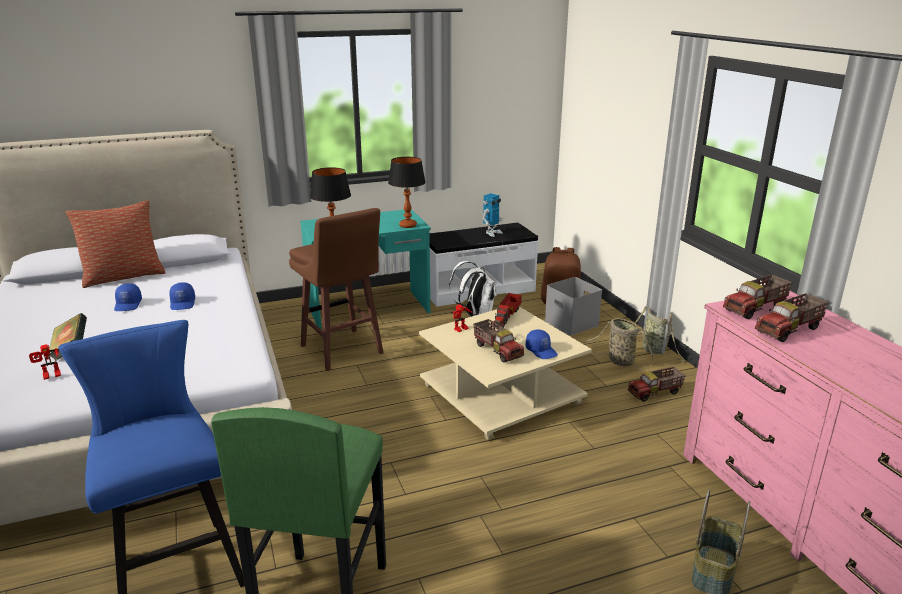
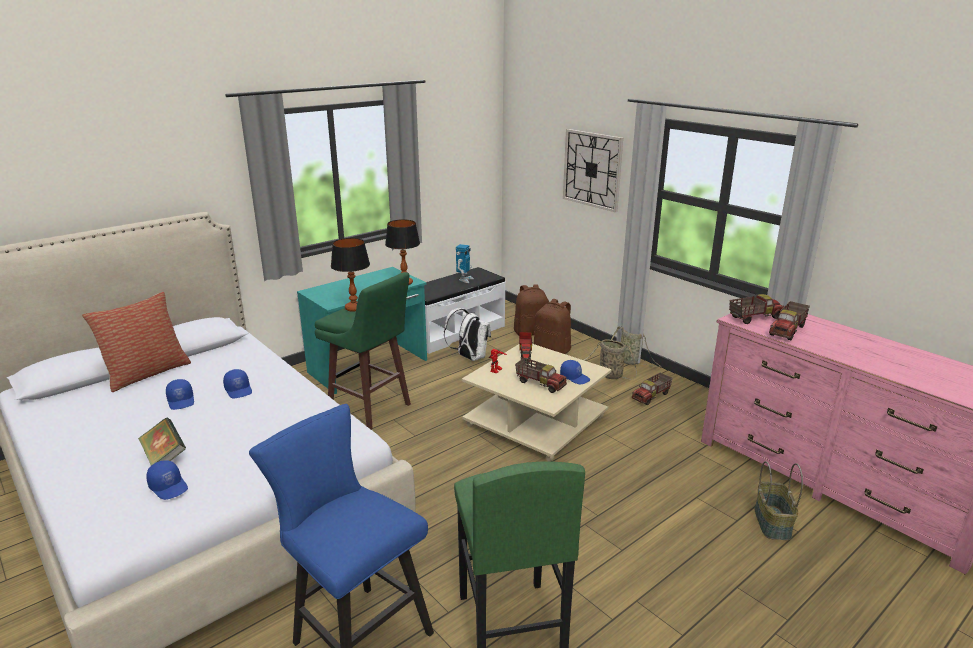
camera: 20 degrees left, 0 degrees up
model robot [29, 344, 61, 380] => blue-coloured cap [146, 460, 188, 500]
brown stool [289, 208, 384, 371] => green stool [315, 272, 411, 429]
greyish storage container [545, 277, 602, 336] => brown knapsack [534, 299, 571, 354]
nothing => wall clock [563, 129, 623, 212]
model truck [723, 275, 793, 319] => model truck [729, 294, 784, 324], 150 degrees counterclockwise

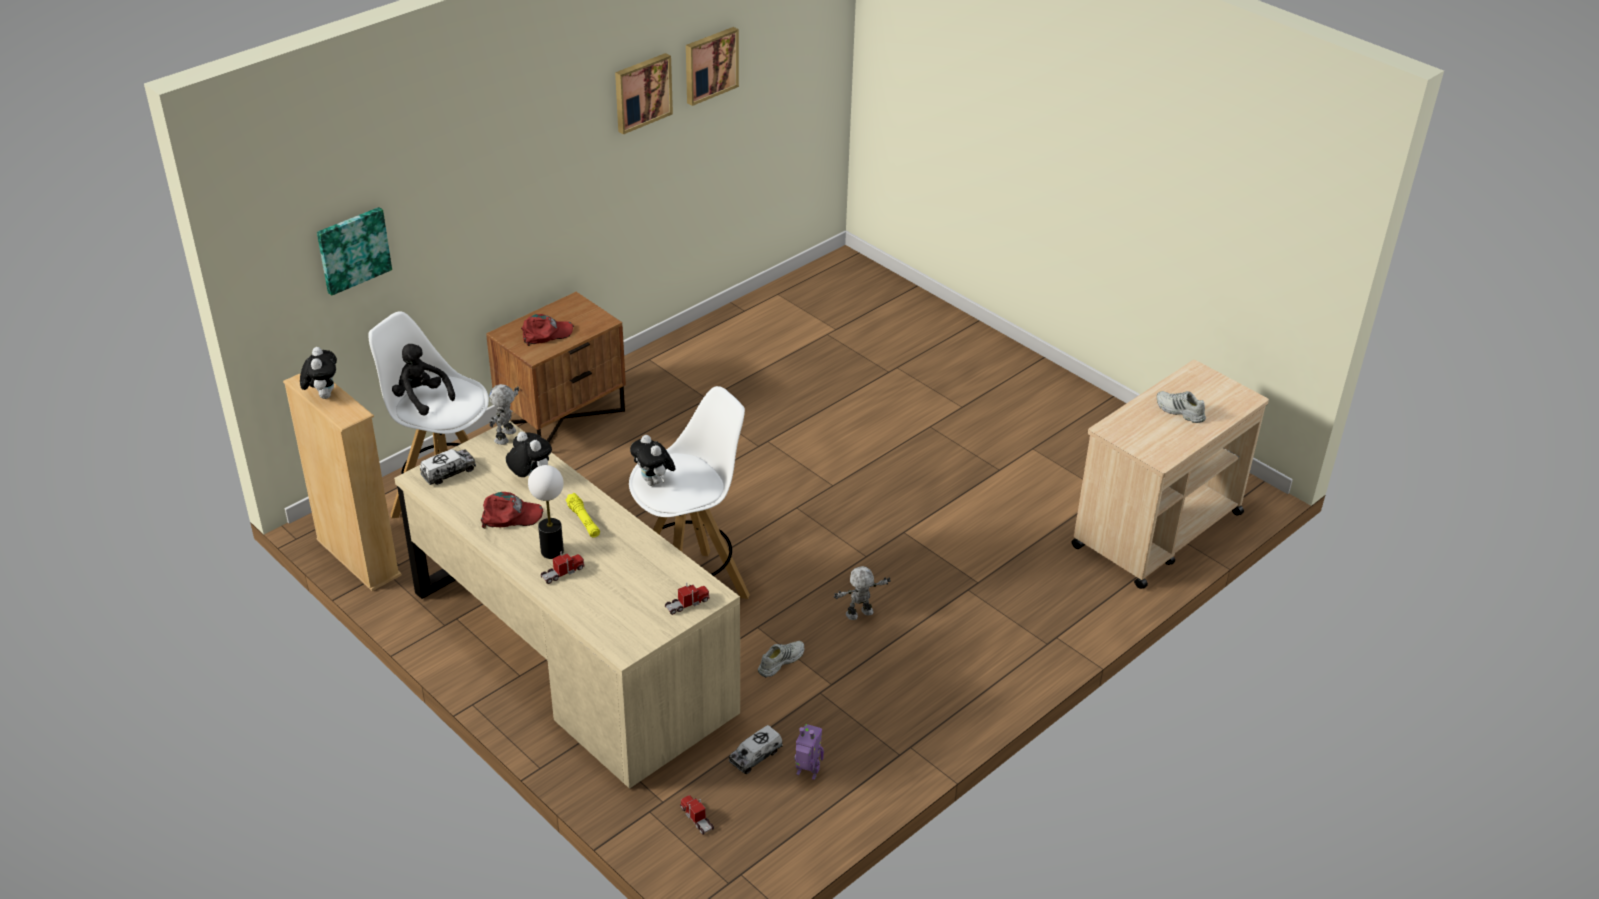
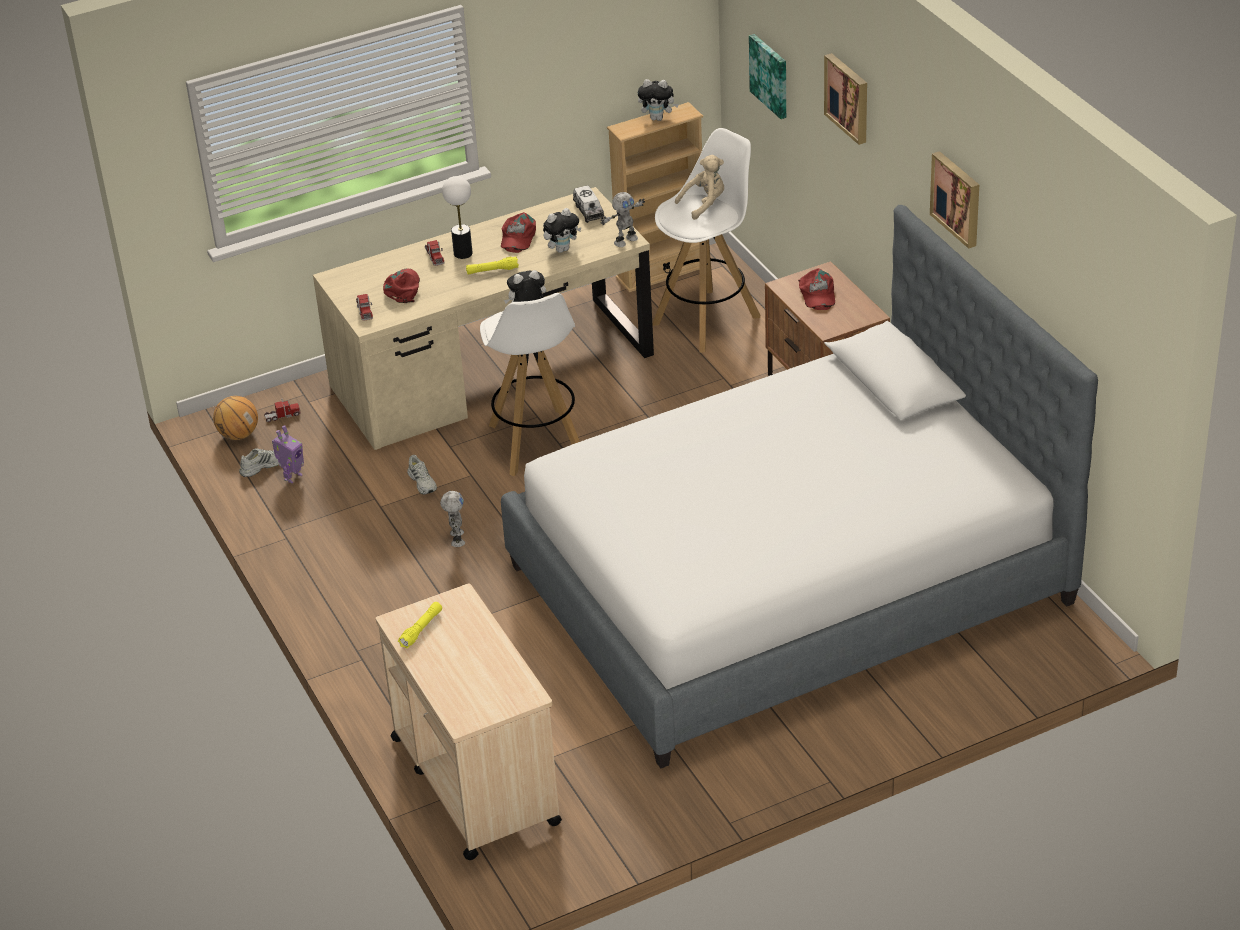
camera: 110 degrees right, 0 degrees up
nothing => basketball [213, 396, 258, 440]
white-coloured low shoe [1157, 391, 1206, 423] => white-coloured low shoe [239, 448, 279, 477], relocated
nothing => reddish cap [383, 269, 420, 303]
nothing => yellow flashlight [398, 602, 442, 649]
nothing => sleeping bed [501, 205, 1098, 768]
model robot [489, 384, 519, 445] => model robot [601, 192, 645, 247], 105 degrees clockwise
blackish soft toy [392, 344, 455, 416] => sand-coloured soft toy [675, 155, 724, 220]
picture [686, 27, 739, 106] => picture [824, 53, 867, 145], relocated
model truck [729, 725, 783, 774] => nothing

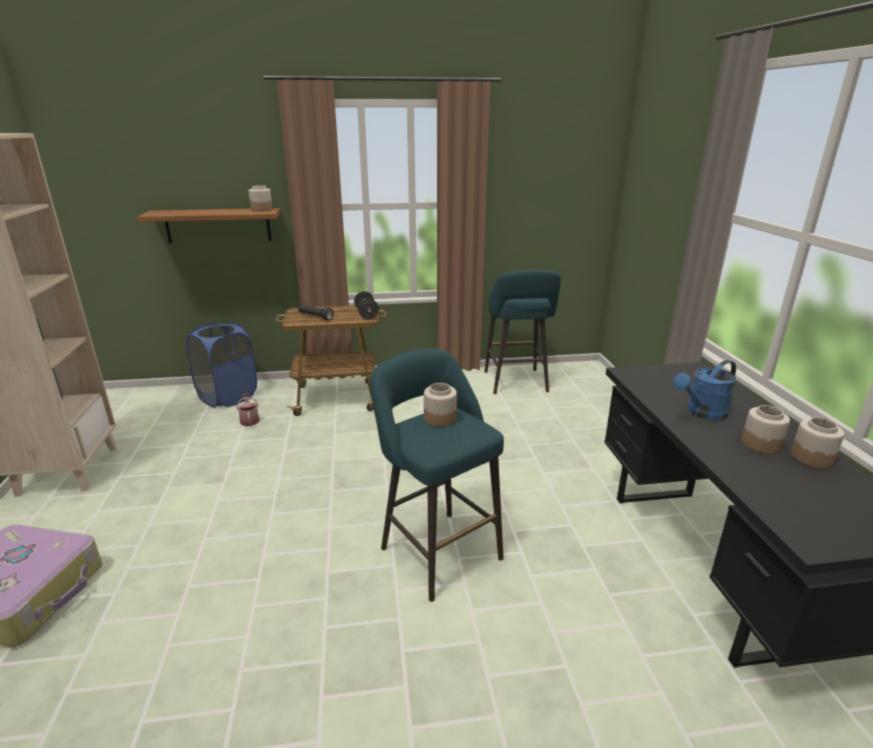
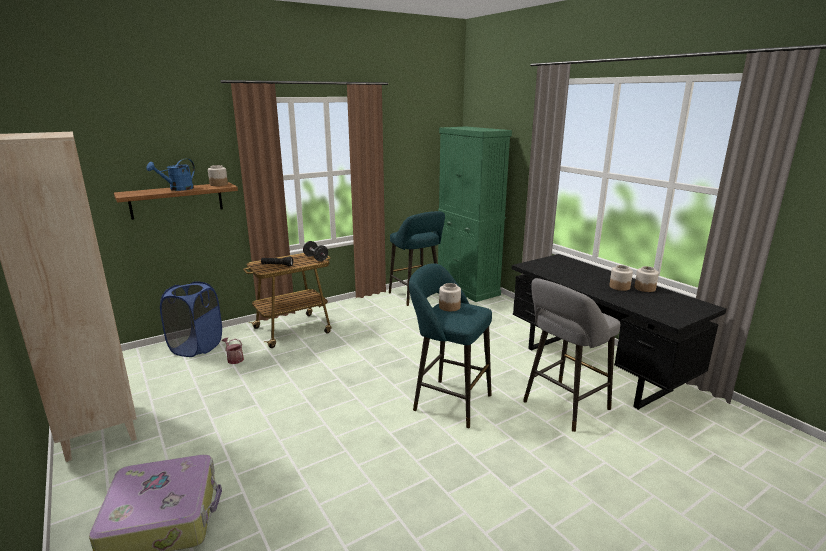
camera: 25 degrees left, 5 degrees down
blue-coloured watering pot [673, 360, 736, 421] => blue-coloured watering pot [146, 158, 195, 191], relocated
nothing => green storage cabinet [438, 126, 512, 302]
nothing => greyish stool [523, 278, 620, 432]

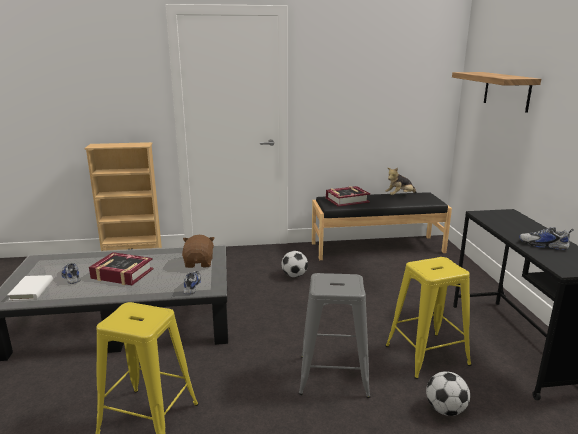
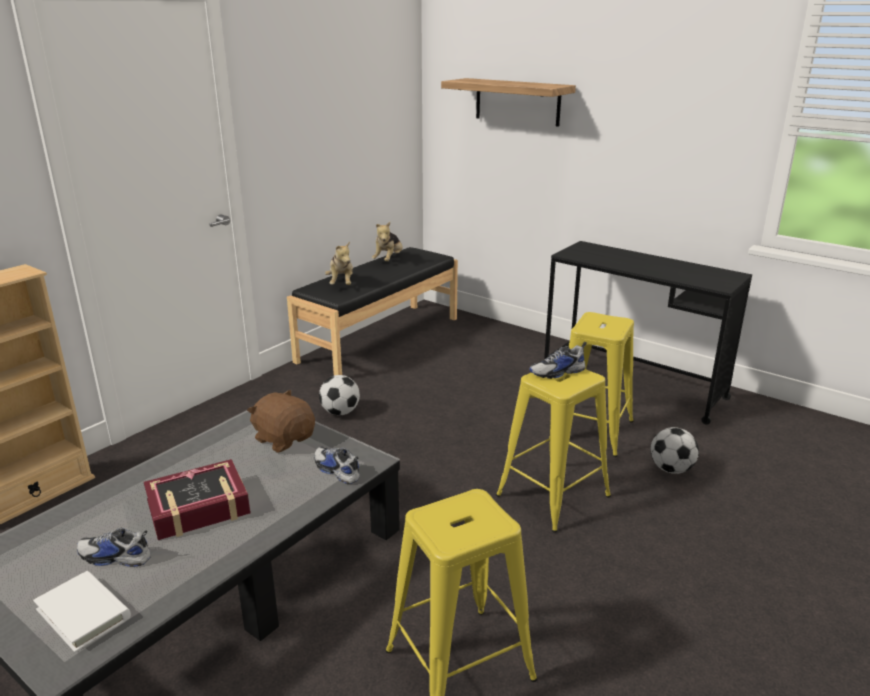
camera: 45 degrees left, 5 degrees up
volume [326, 186, 370, 207] => soft toy [325, 241, 353, 285]
greyish stool [299, 273, 370, 398] => yellow stool [496, 369, 611, 532]
low shoe [519, 227, 574, 250] => low shoe [529, 342, 587, 379], relocated

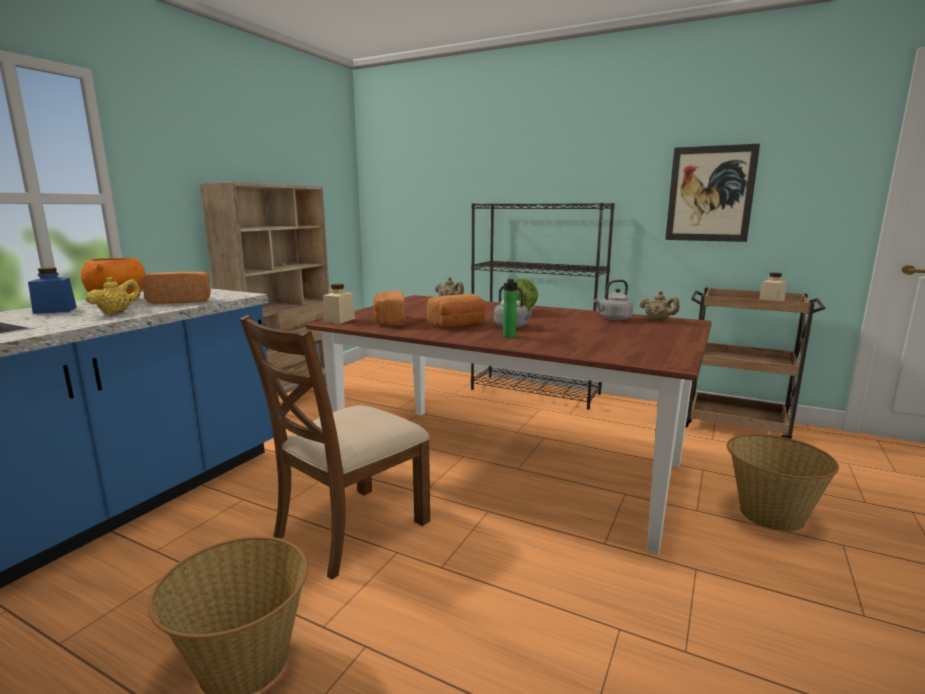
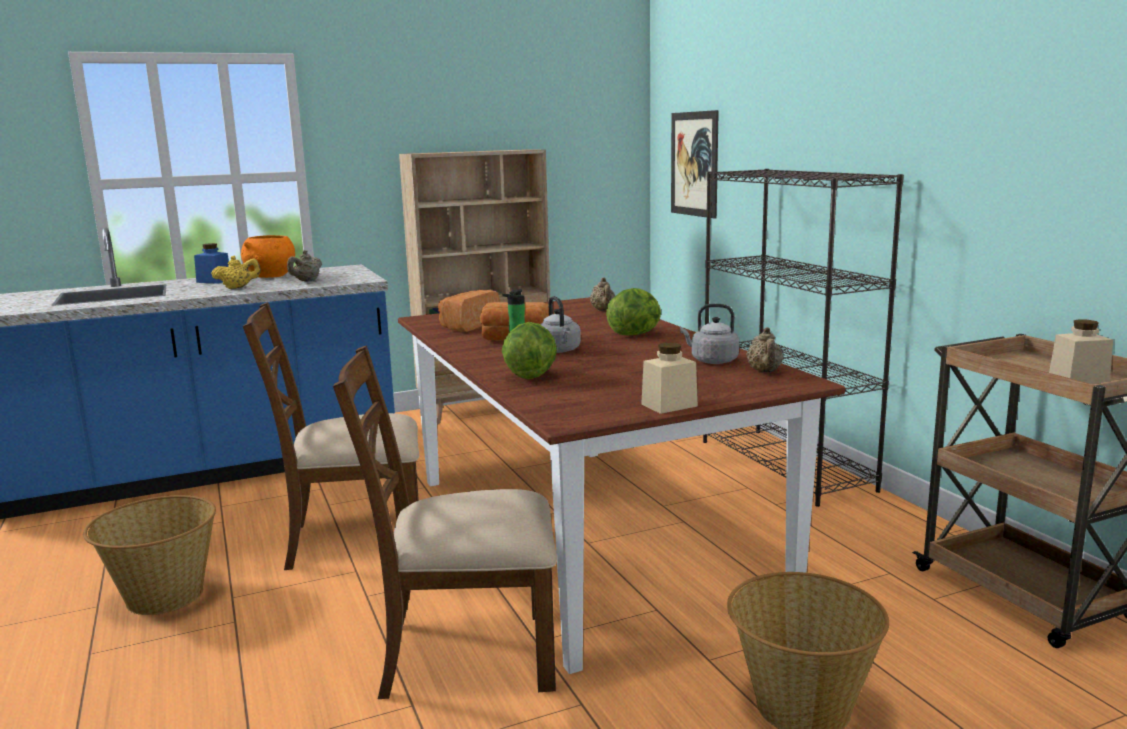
camera: 40 degrees right, 0 degrees up
baked bread [142, 271, 211, 304] => sand-coloured teapot [287, 250, 322, 282]
nothing => brown upright chair [333, 345, 557, 699]
nothing => lettuce [502, 322, 557, 379]
sand-coloured preserve jar [323, 284, 355, 324] => sand-coloured preserve jar [641, 343, 698, 414], relocated
picture [665, 144, 760, 242] => picture [671, 110, 719, 219], relocated

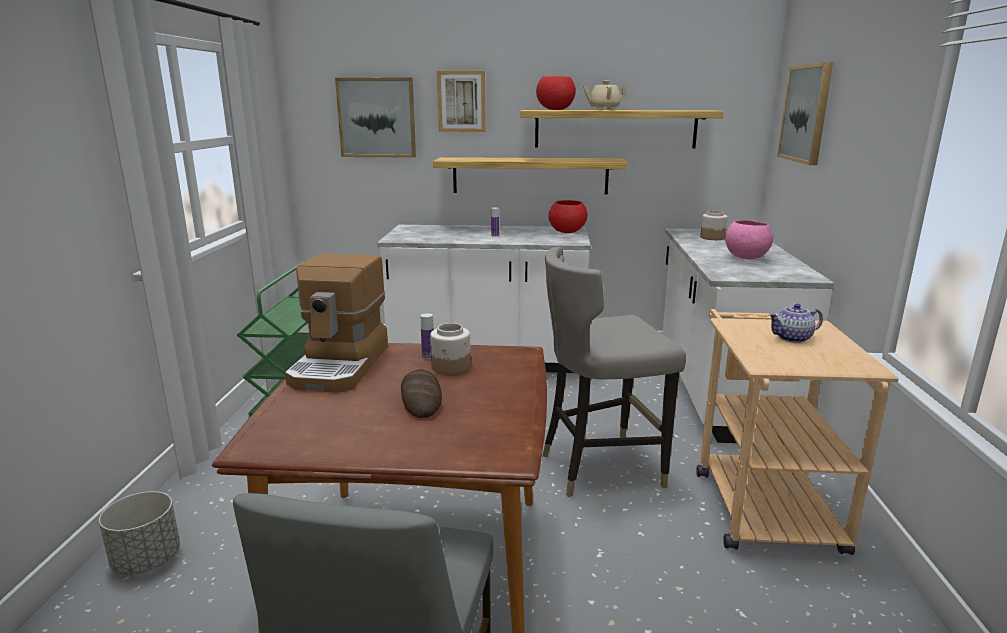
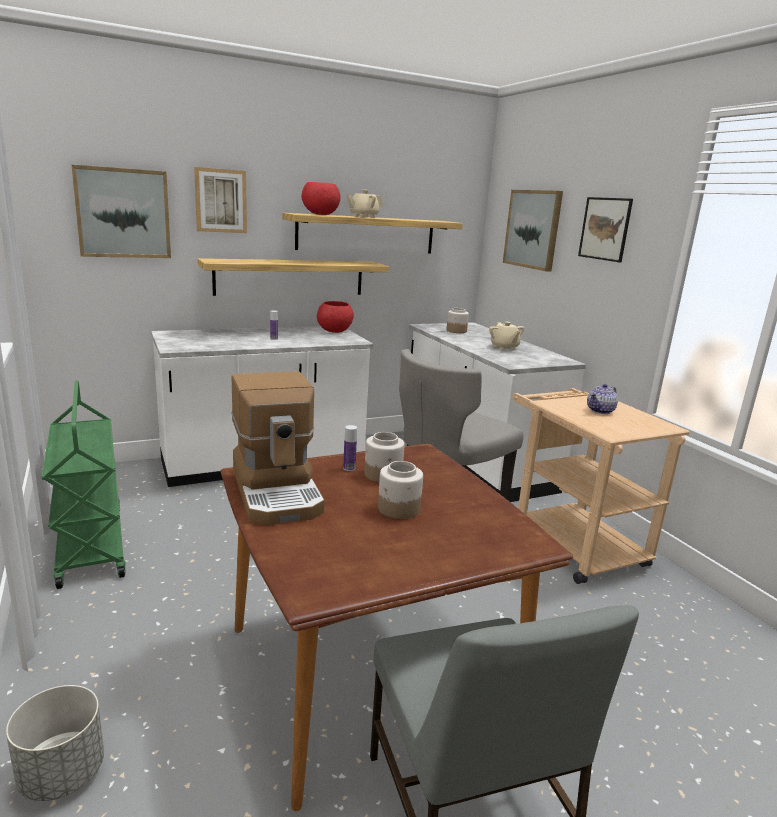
camera: 30 degrees left, 0 degrees up
baked bread [401, 369, 442, 418] => preserve jar [378, 461, 423, 519]
pink-coloured deep dish [725, 220, 773, 259] => sand-coloured teapot [489, 322, 524, 350]
nothing => picture [578, 197, 633, 262]

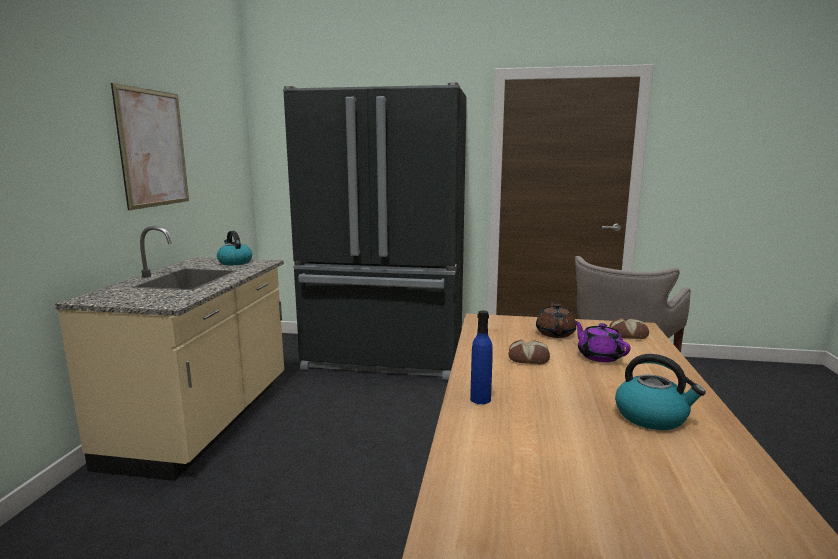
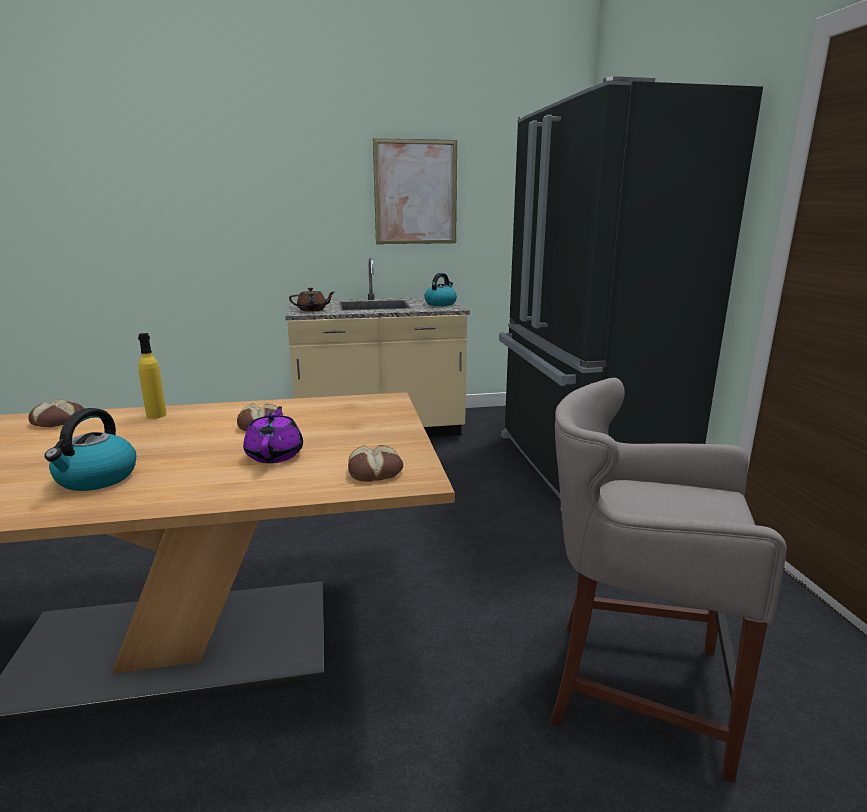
camera: 70 degrees right, 5 degrees up
nothing => baked bread [28, 399, 84, 427]
blue-coloured beverage bottle [470, 311, 493, 404] => yellow beverage bottle [138, 333, 167, 419]
purple teapot [574, 321, 631, 362] => purple teapot [243, 406, 303, 463], 45 degrees counterclockwise
brown teapot [536, 301, 576, 338] => brown teapot [289, 288, 334, 311], relocated

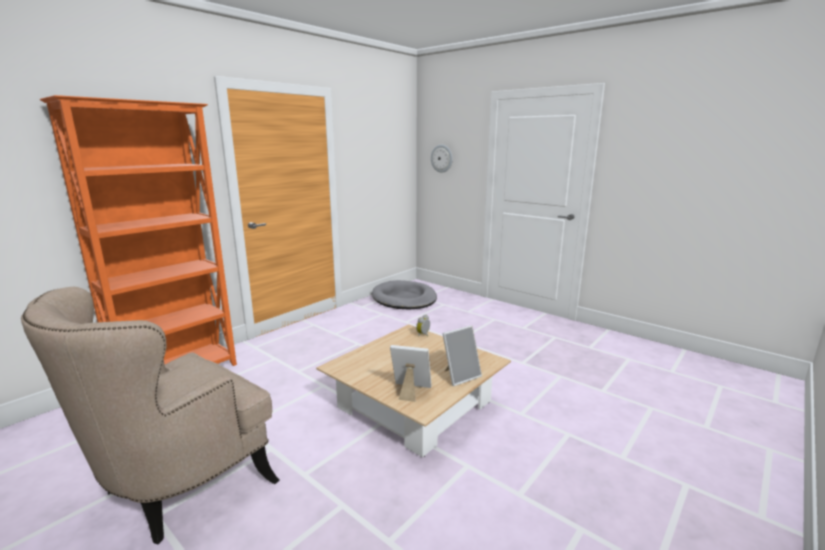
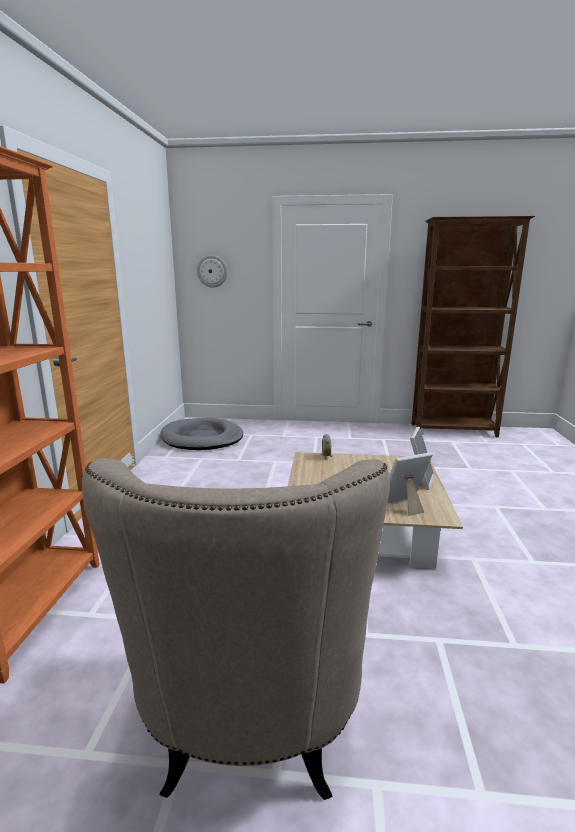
camera: 35 degrees left, 0 degrees up
nothing => brown bookshelf [411, 216, 535, 438]

